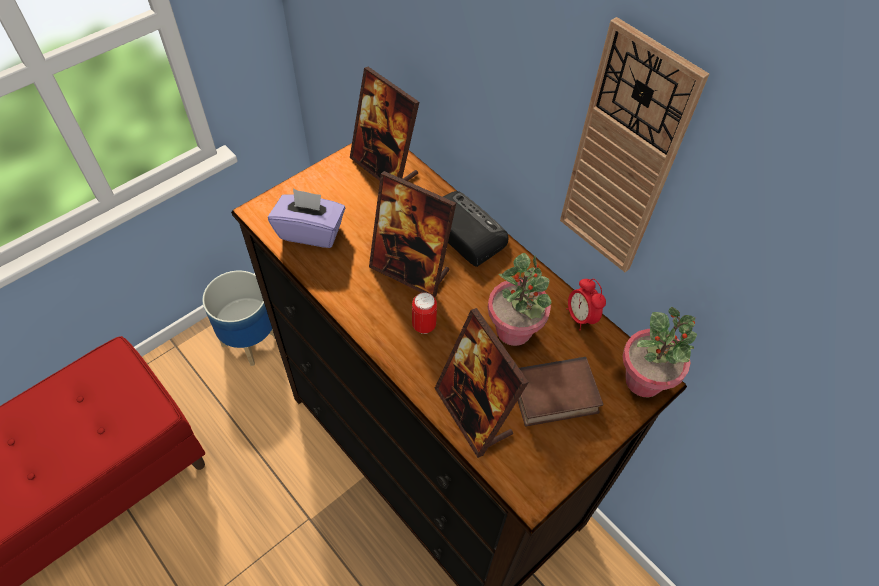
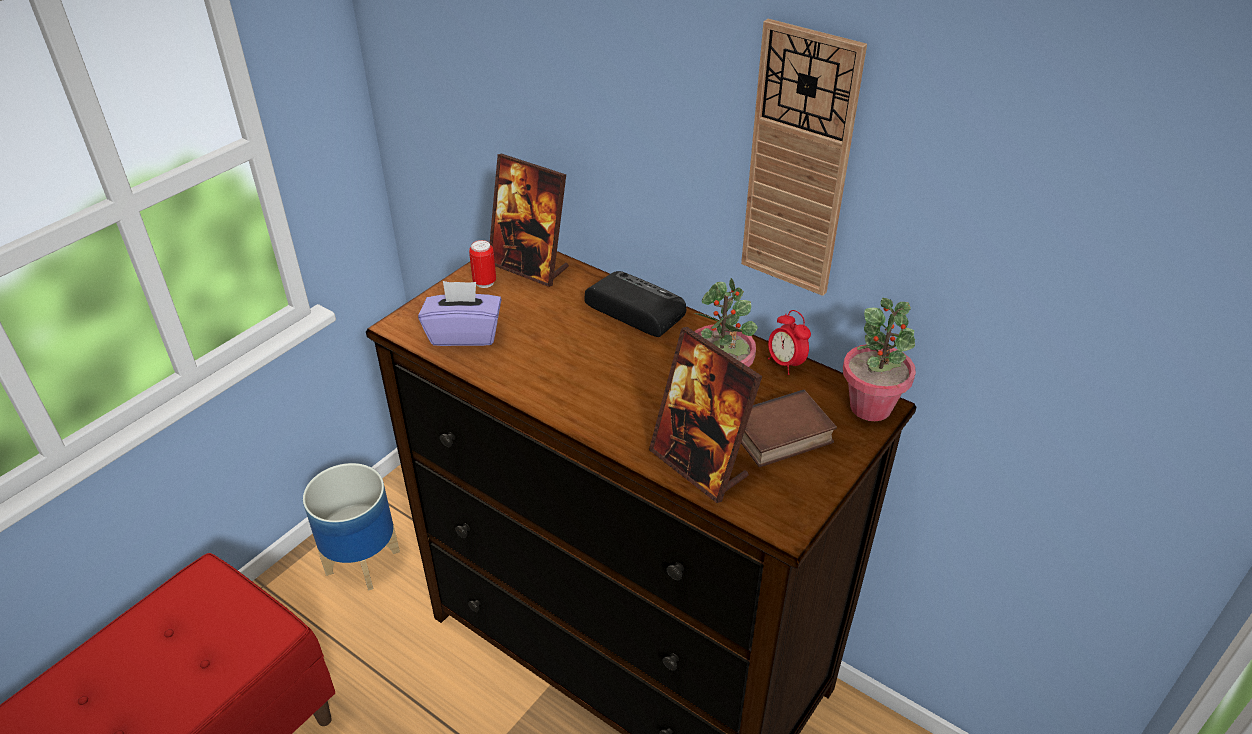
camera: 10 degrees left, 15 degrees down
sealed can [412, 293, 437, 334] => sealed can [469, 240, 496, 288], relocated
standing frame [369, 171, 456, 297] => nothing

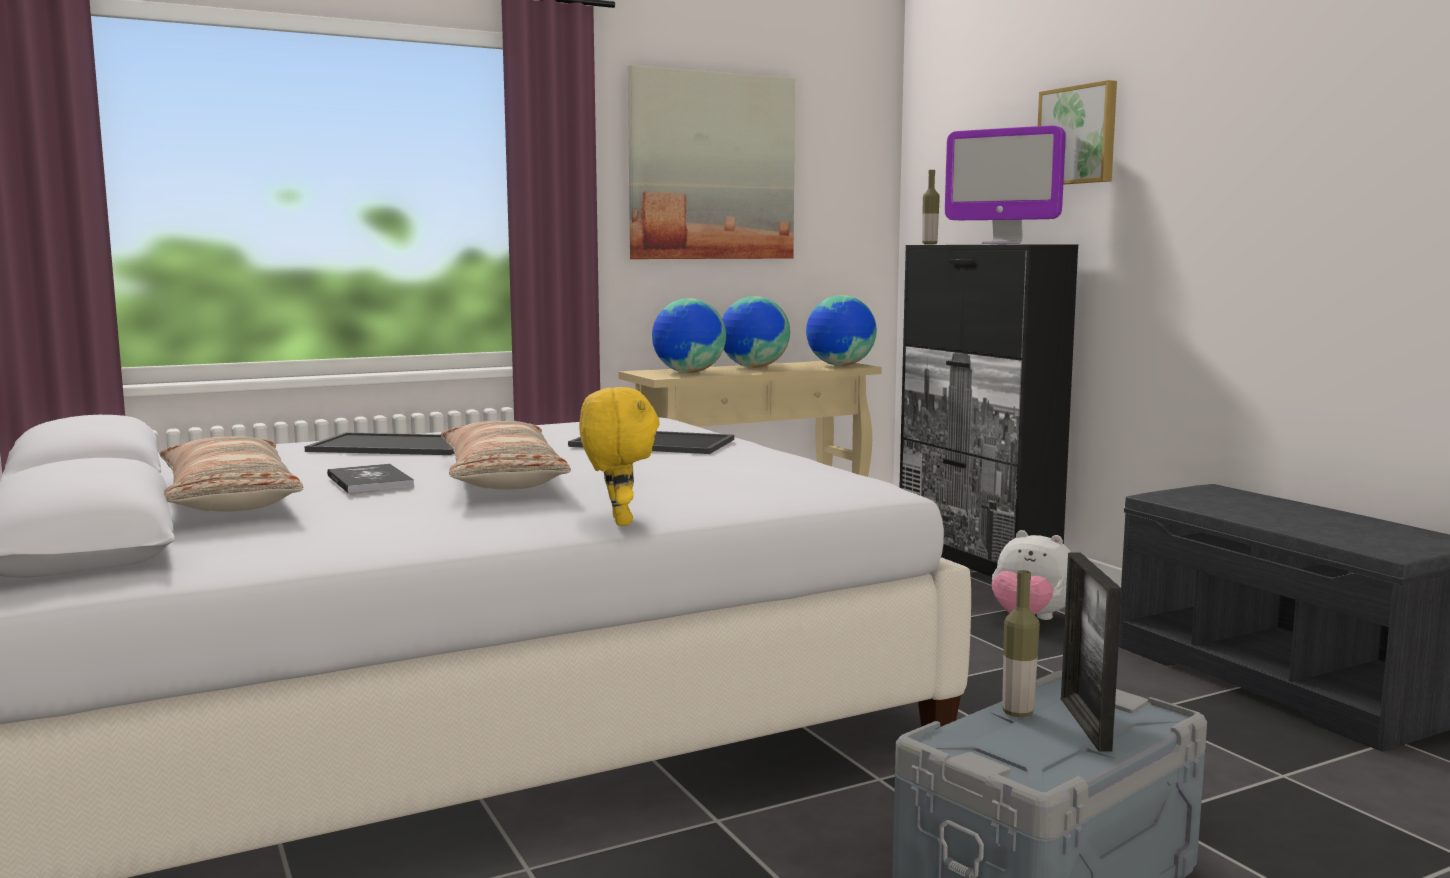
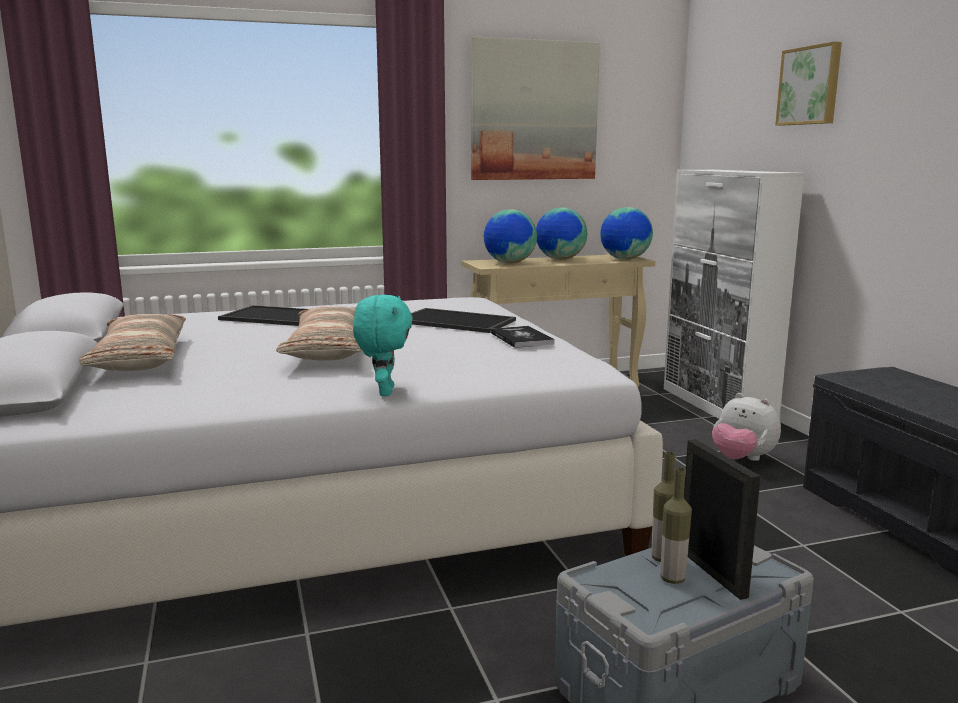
camera: 10 degrees right, 5 degrees up
yellow soft toy [579, 387, 660, 526] => turquoise-coloured soft toy [353, 294, 413, 396]
volume [327, 464, 414, 494] => volume [491, 326, 555, 348], relocated
beverage bottle [922, 170, 940, 244] => beverage bottle [660, 467, 692, 584], relocated
blackish storage cabinet [899, 244, 1078, 577] => white-coloured storage cabinet [664, 170, 804, 419]
standing frame [1061, 553, 1122, 752] => standing frame [684, 439, 761, 600], 150 degrees clockwise
computer screen [945, 125, 1065, 244] => nothing

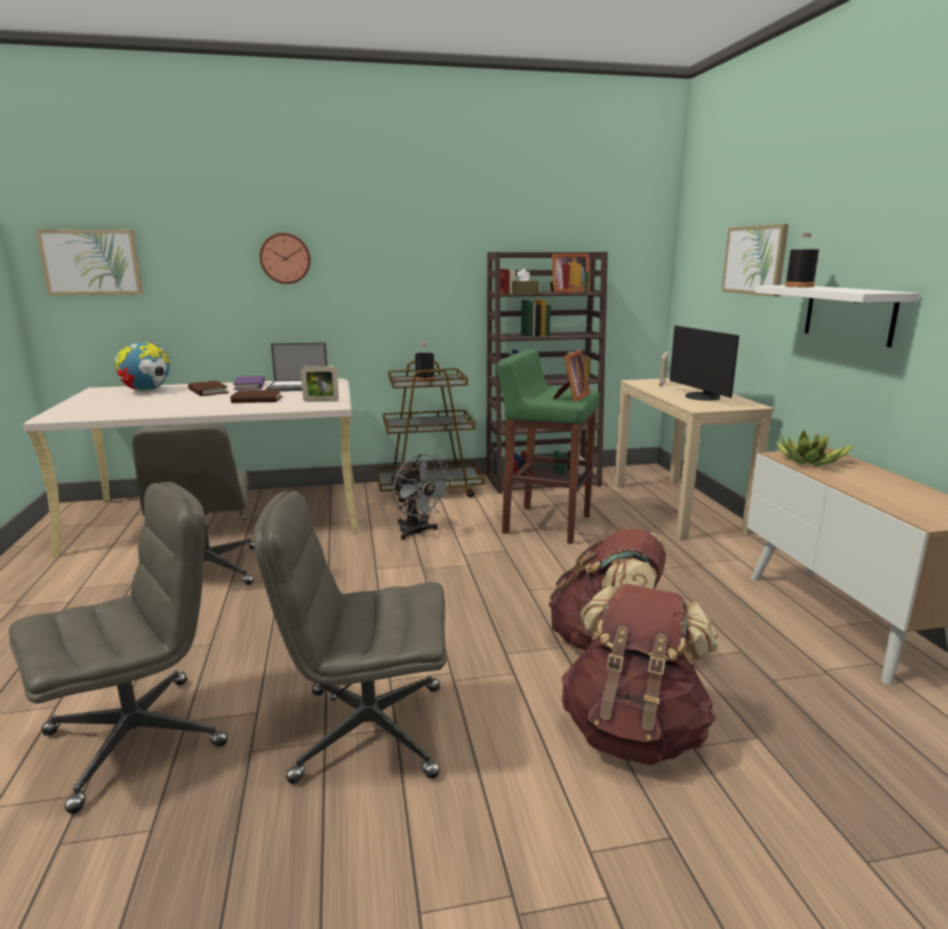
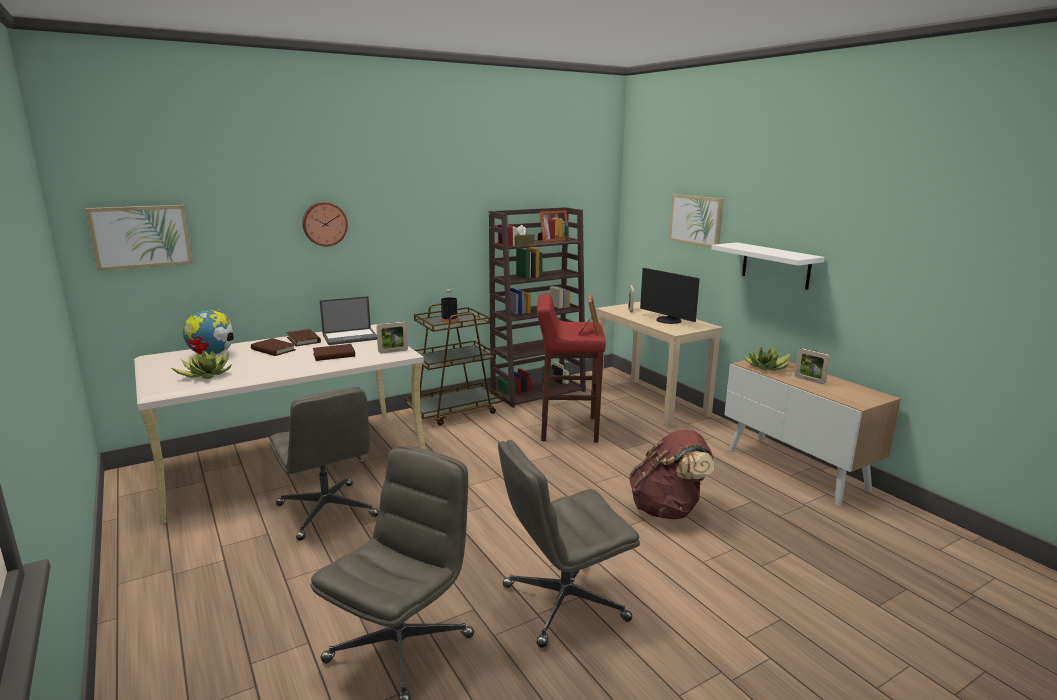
camera: 20 degrees left, 0 degrees up
nothing => plant in a pot [170, 350, 232, 379]
purple volume [233, 376, 265, 390] => brown volume [286, 329, 321, 346]
green stool [496, 349, 600, 544] => reddish stool [537, 293, 606, 443]
nothing => standing frame [795, 348, 830, 384]
greyish cooling fan [389, 454, 453, 540] => nothing
brown knapsack [562, 583, 719, 765] => nothing
blackish beverage bottle [785, 233, 819, 287] => nothing

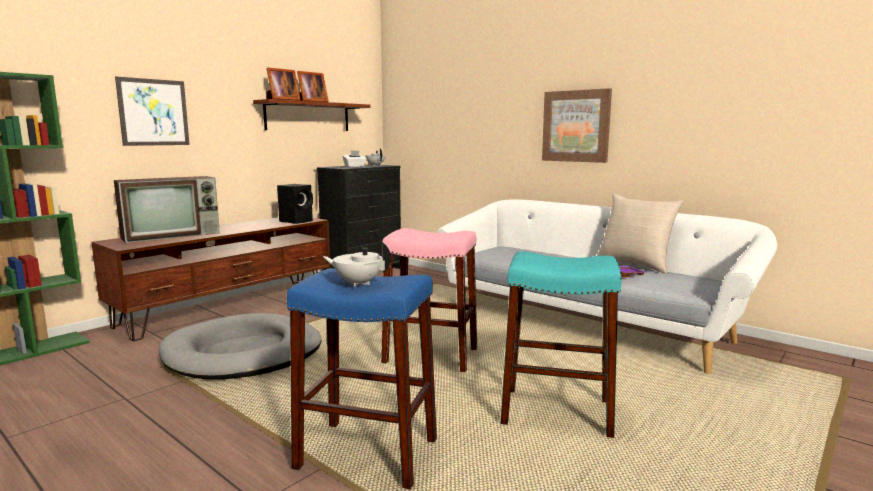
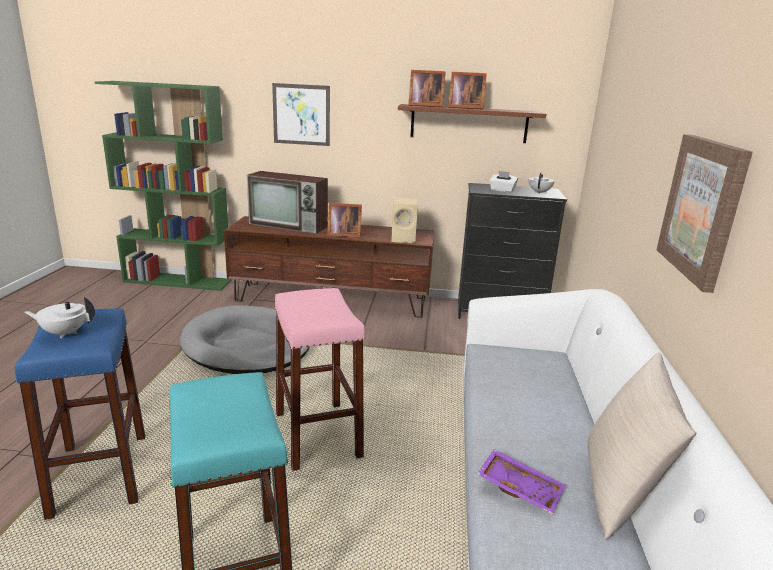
camera: 55 degrees right, 10 degrees up
white-coloured teapot [323, 243, 391, 287] => white-coloured teapot [24, 297, 95, 338], 75 degrees counterclockwise
nothing => standing frame [327, 203, 362, 238]
blackish audio speaker [277, 184, 313, 224] => sand-coloured audio speaker [392, 198, 418, 243]

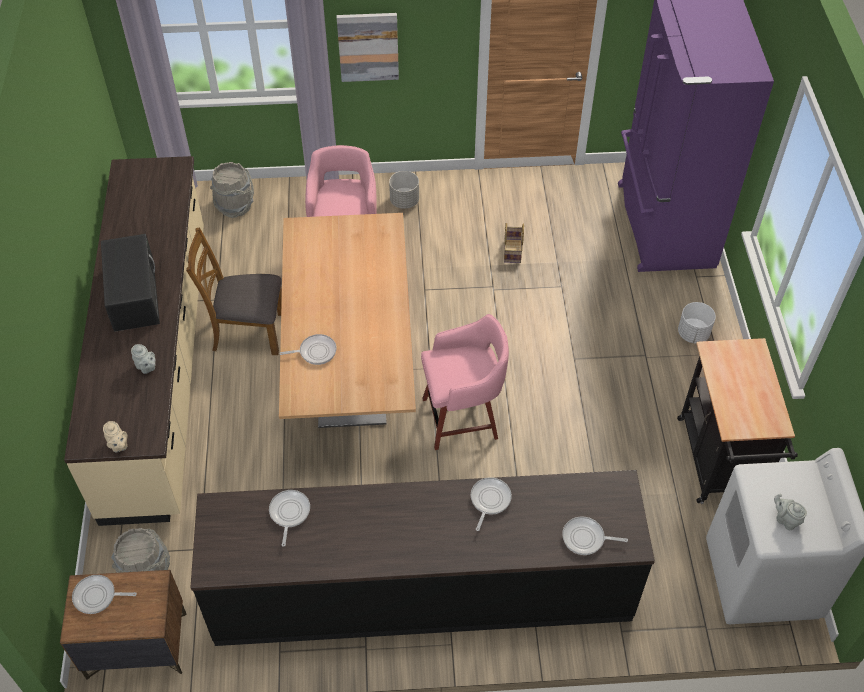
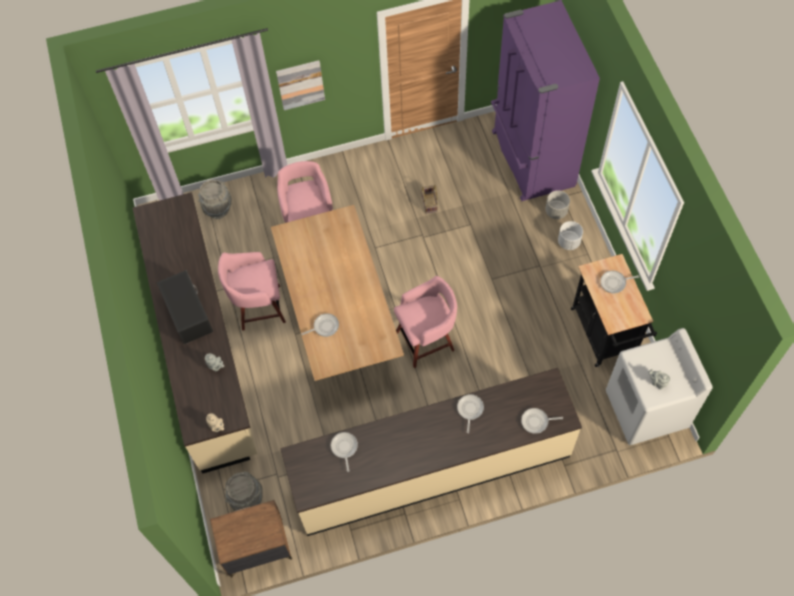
camera: 10 degrees left, 10 degrees up
brown upright chair [186, 227, 282, 355] => pink-coloured stool [218, 252, 286, 331]
blackish kitchen base unit [190, 470, 655, 646] => sand-coloured kitchen base unit [280, 368, 582, 536]
greyish plant pot [389, 171, 419, 209] => greyish plant pot [545, 190, 570, 219], relocated
frying pan [72, 575, 137, 614] => frying pan [601, 270, 639, 293], relocated

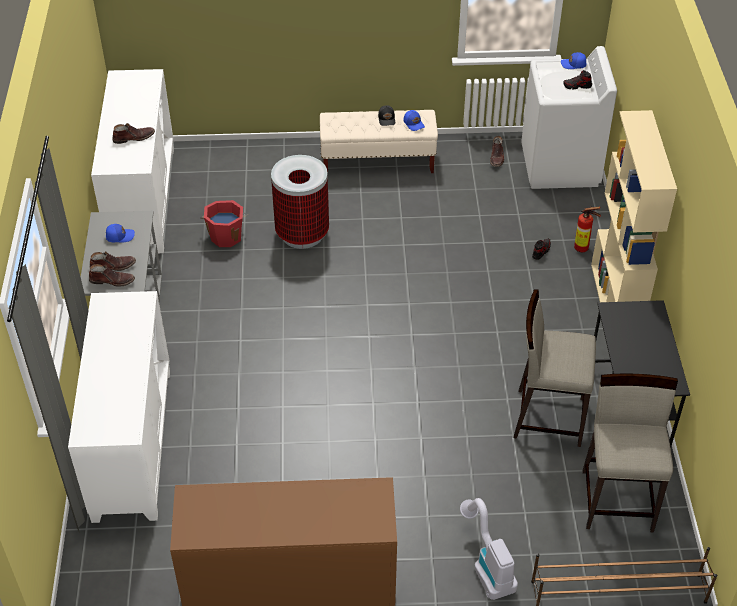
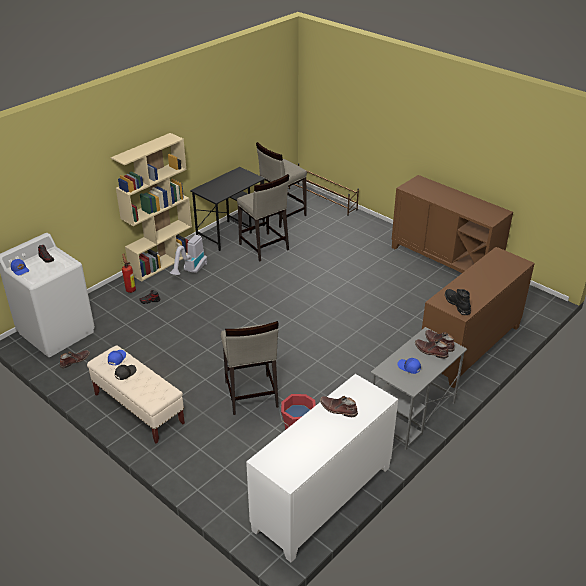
camera: 135 degrees left, 10 degrees down
vacuum [460, 498, 518, 600] => vacuum [170, 235, 207, 275], relocated
waste bin [271, 155, 329, 249] => sand-coloured stool [221, 321, 279, 415]
white-coloured storage cabinet [68, 291, 170, 523] => brown storage cabinet [422, 247, 535, 388]
nothing => blackish high-top boot [445, 289, 471, 315]

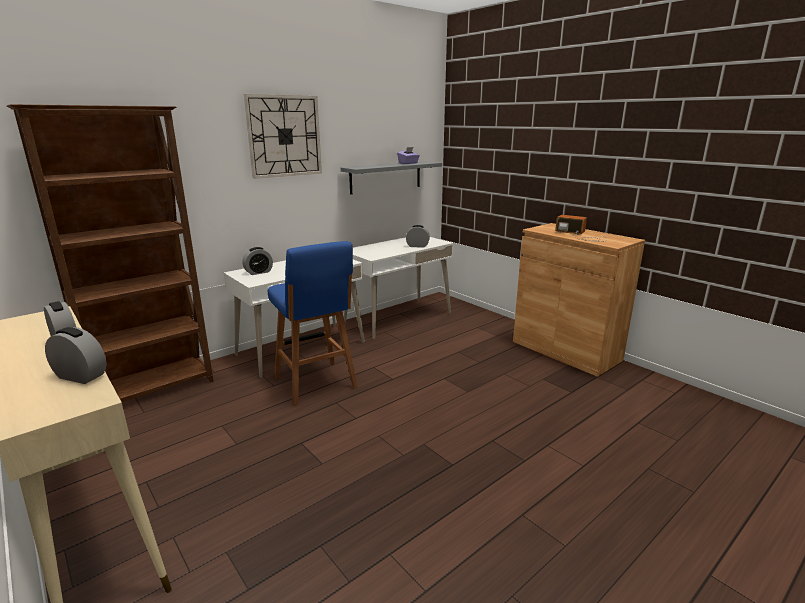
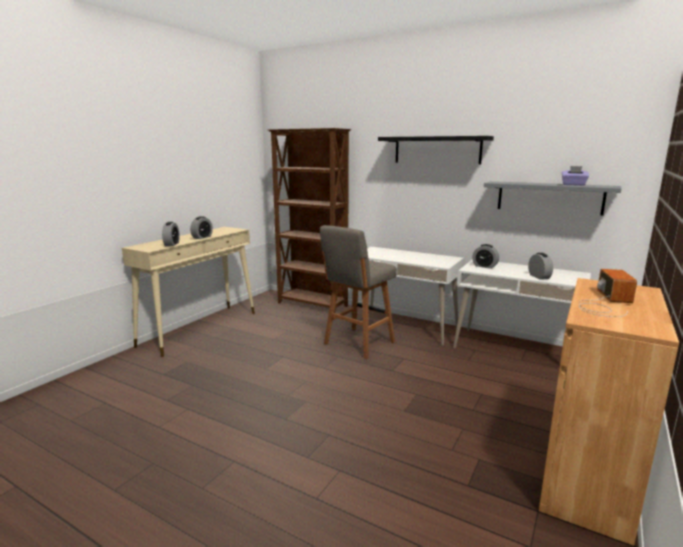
camera: 70 degrees right, 5 degrees down
blue-coloured stool [268, 241, 358, 406] => greyish stool [320, 225, 397, 359]
wall clock [244, 94, 322, 179] => blackish wall shelf [378, 136, 494, 164]
table clock [242, 247, 273, 275] => table clock [472, 244, 499, 269], relocated

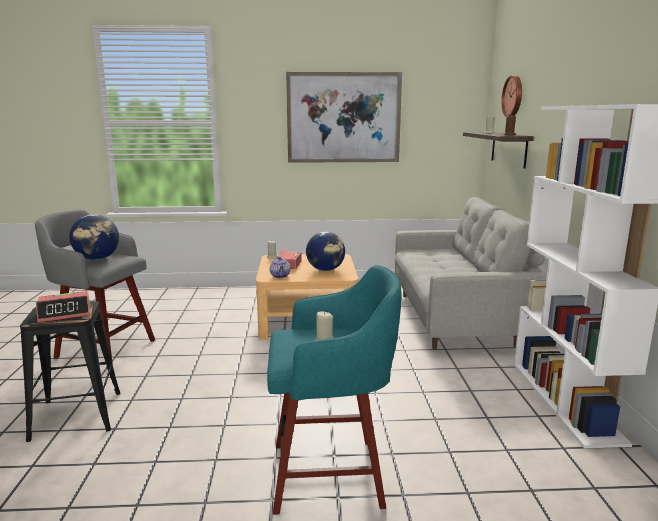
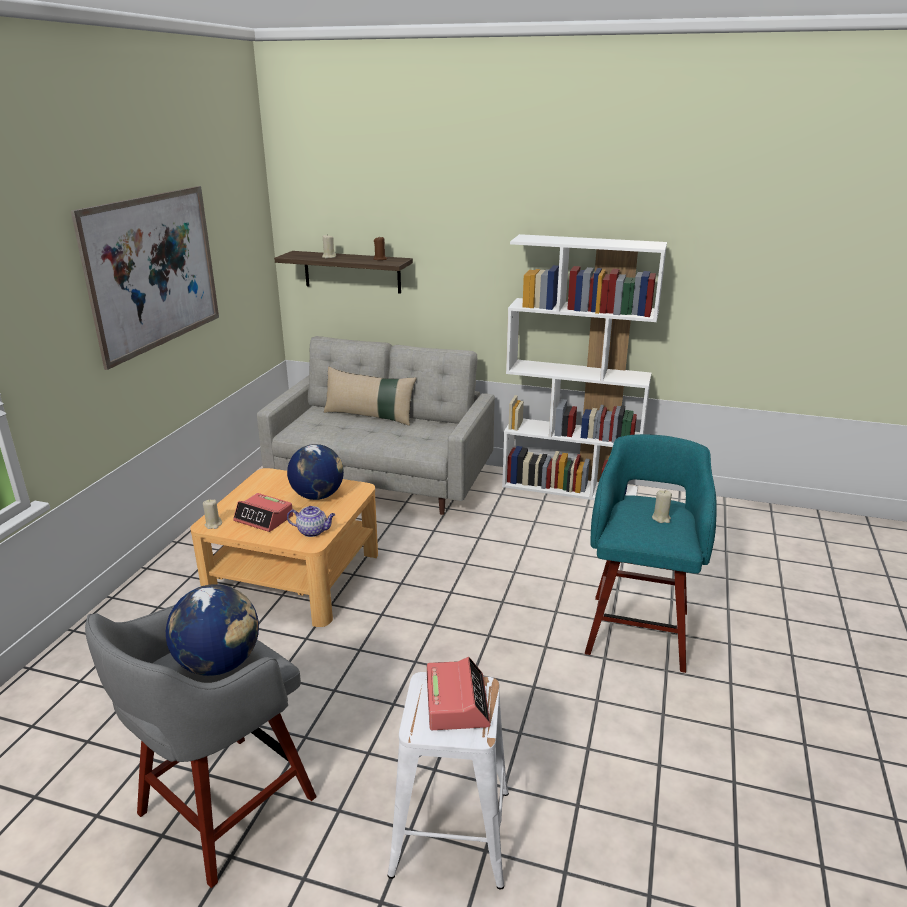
camera: 70 degrees left, 10 degrees up
nothing => sand-coloured pillow [324, 366, 416, 426]
blackish stool [20, 301, 120, 442] => white-coloured stool [388, 672, 509, 890]
wall clock [501, 75, 522, 117] => nothing

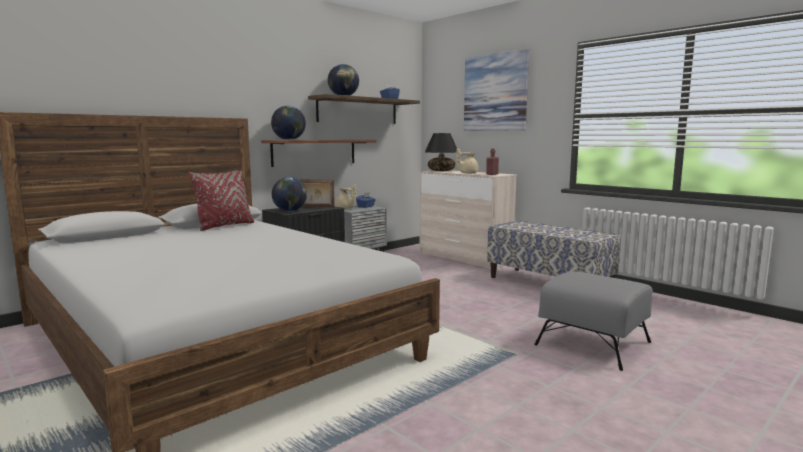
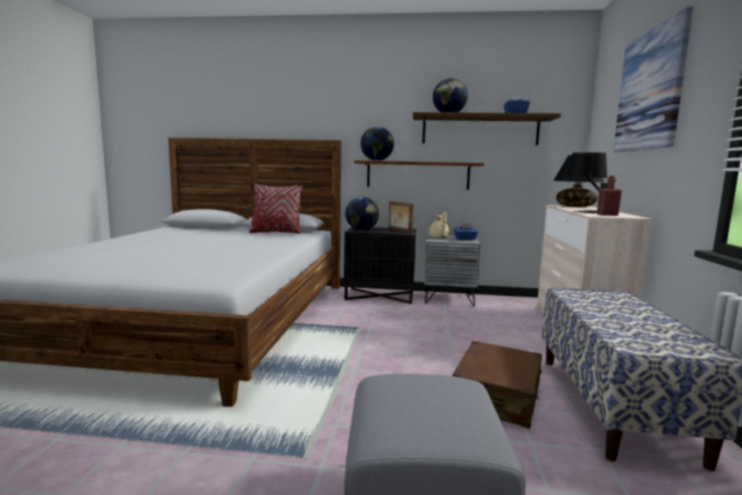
camera: 50 degrees right, 0 degrees up
nothing => brown suitcase [452, 341, 542, 428]
sand-coloured teapot [456, 148, 479, 173] => blackish lamp for a table [567, 152, 608, 213]

